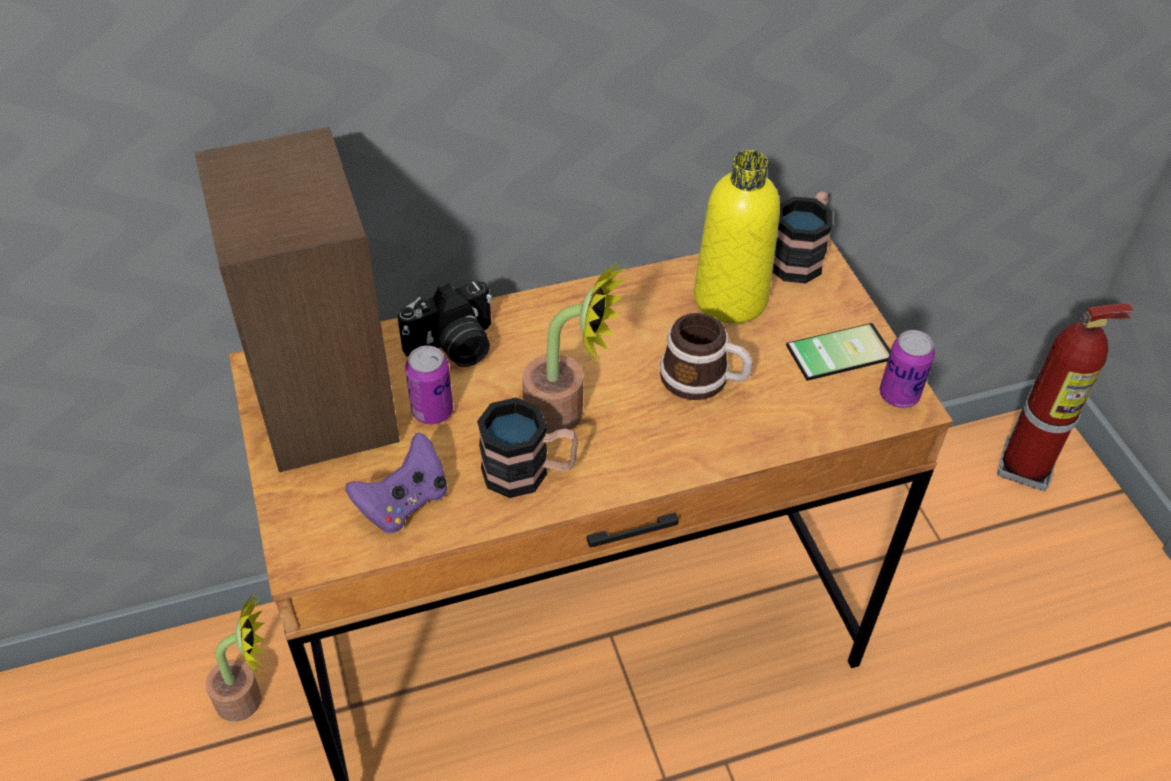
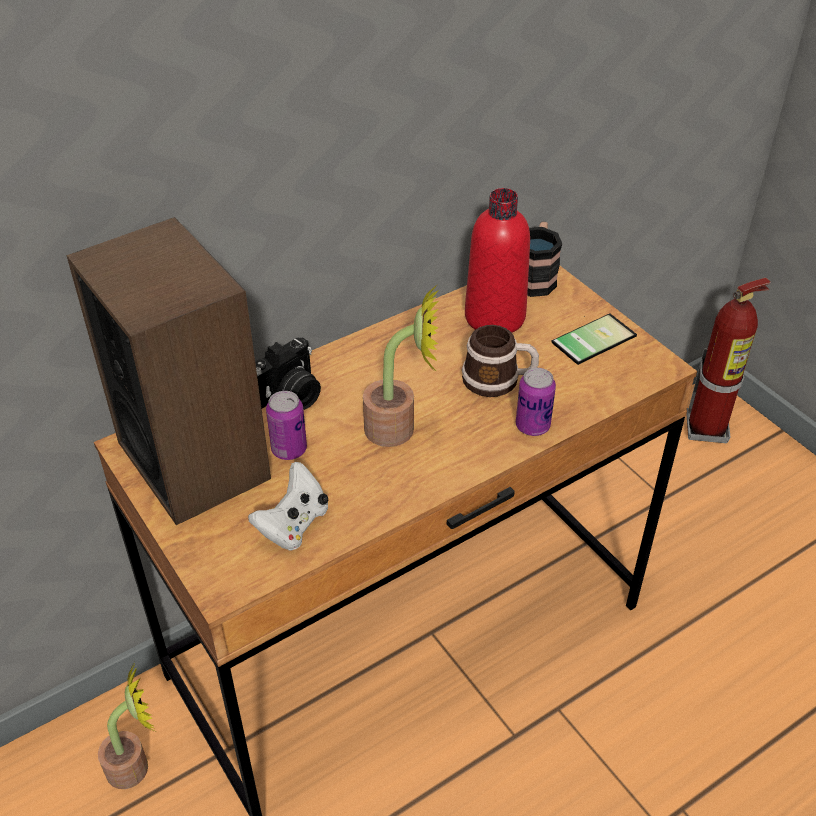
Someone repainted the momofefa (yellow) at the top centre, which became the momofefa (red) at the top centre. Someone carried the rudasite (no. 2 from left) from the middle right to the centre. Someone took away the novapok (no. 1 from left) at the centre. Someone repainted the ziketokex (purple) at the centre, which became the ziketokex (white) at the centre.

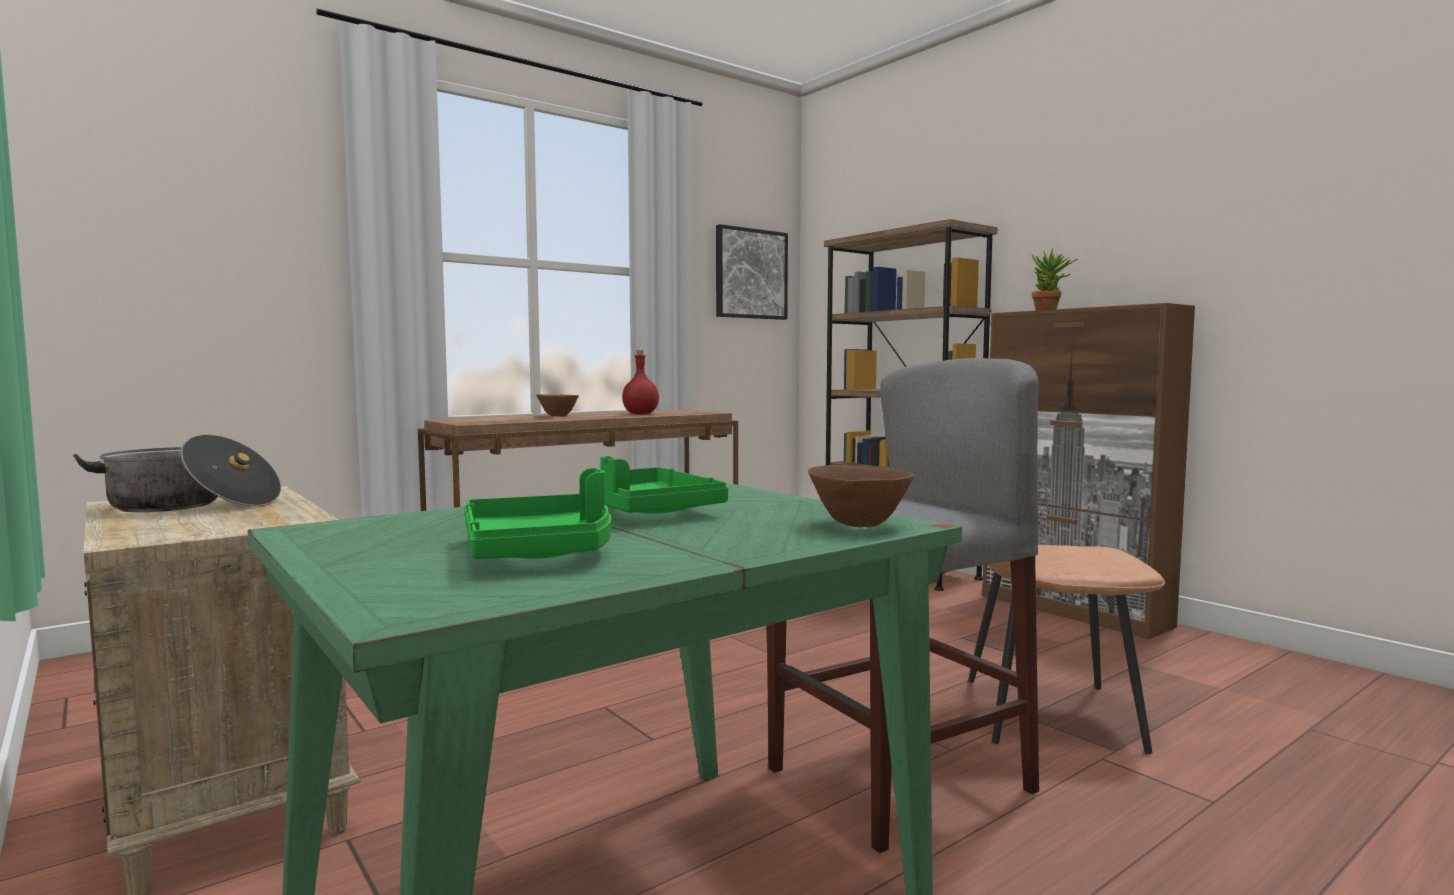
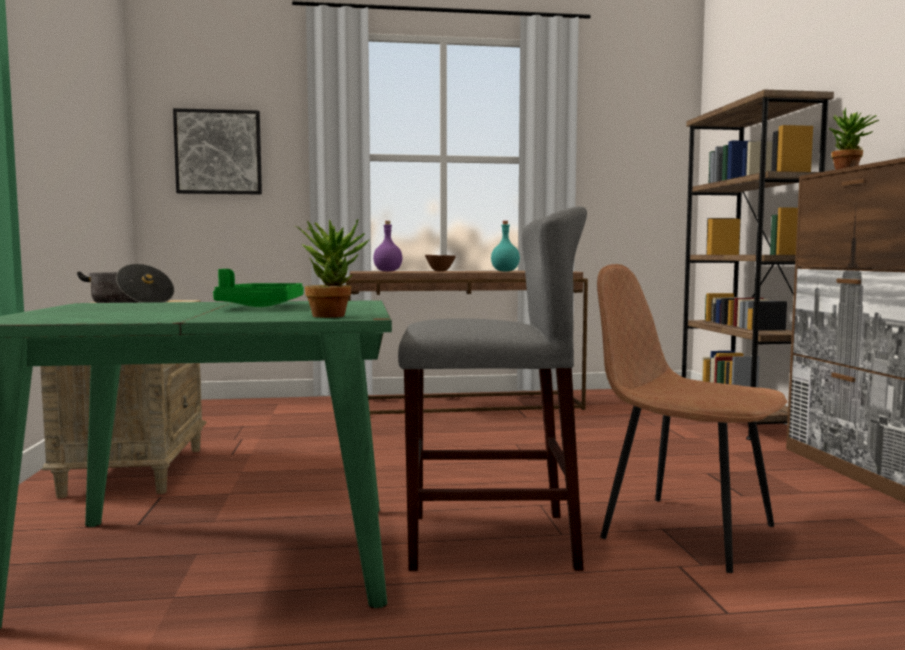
Someone carried the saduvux from the top centre to the top left. Someone repainted the momofefa (red) at the centre, which became the momofefa (turquoise) at the centre. Someone swapped the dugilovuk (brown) (no. 2 from left) at the centre for the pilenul (no. 1 from left) at the centre. Someone took away the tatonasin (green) (no. 1 from left) at the centre. Someone put down the momofefa (purple) at the centre.

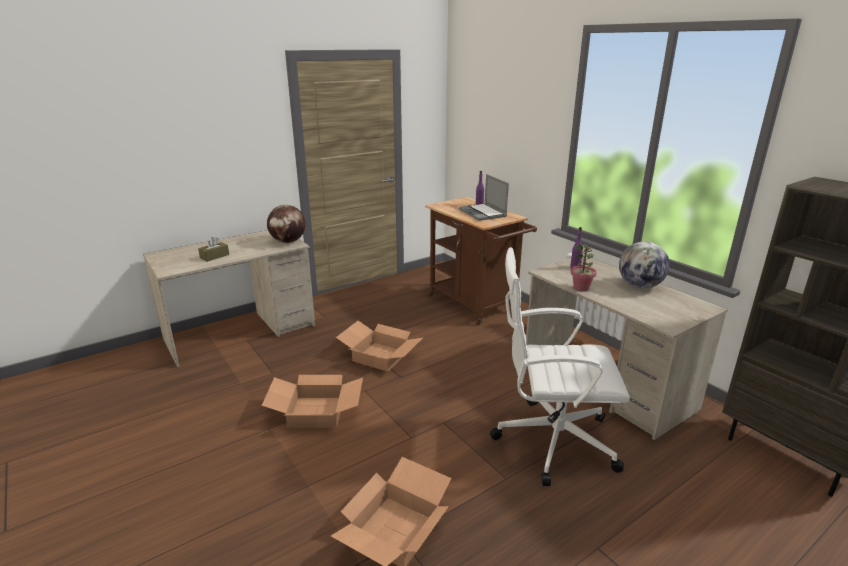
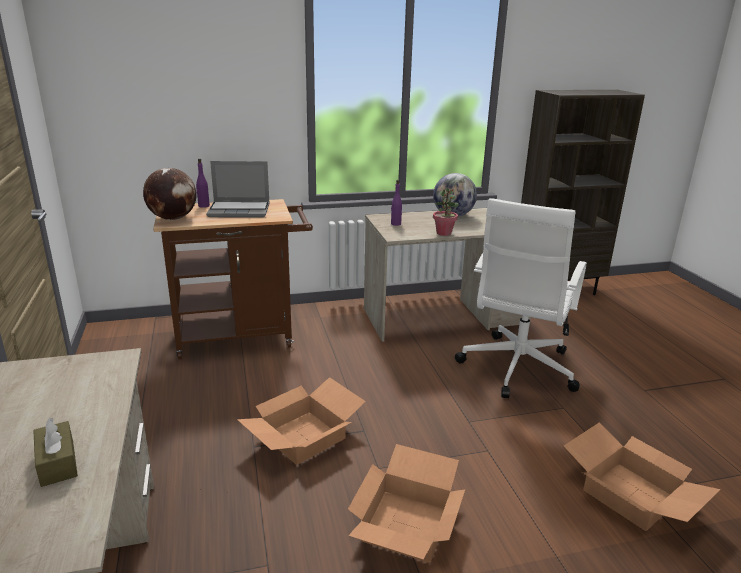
Someone carried the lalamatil (no. 1 from left) from the centre to the middle left.

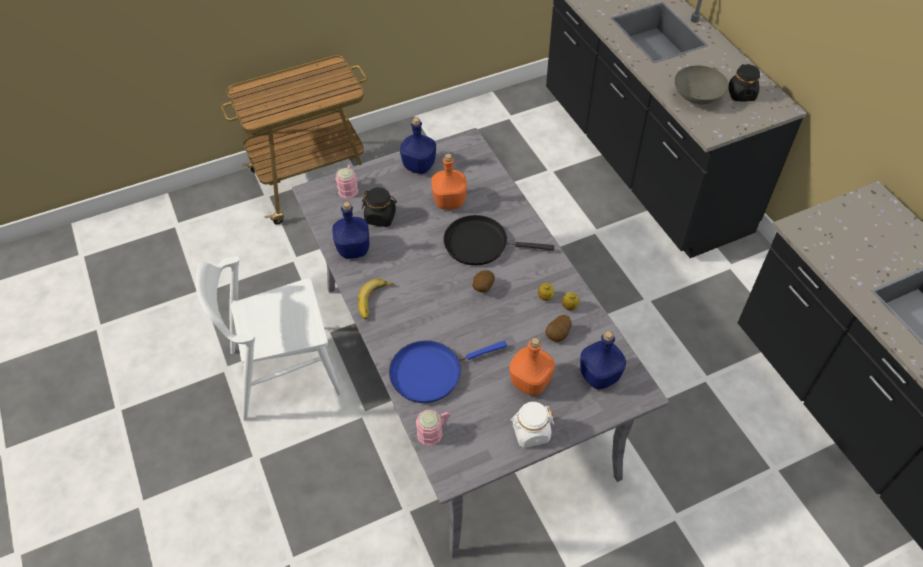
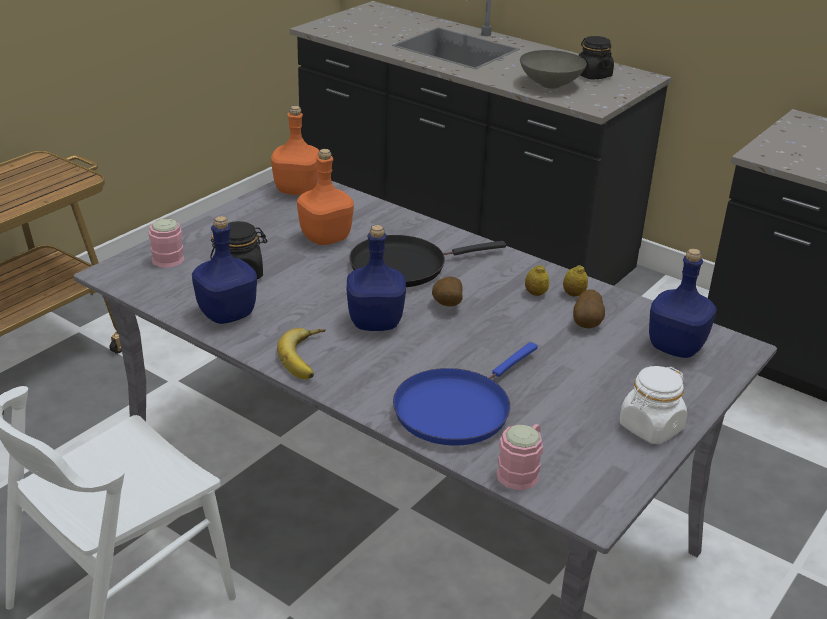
Someone carried the momofefa (blue) (no. 2 from left) from the top centre to the centre. Someone carried the momofefa (orange) (no. 2 from left in the first image) from the centre to the top centre.

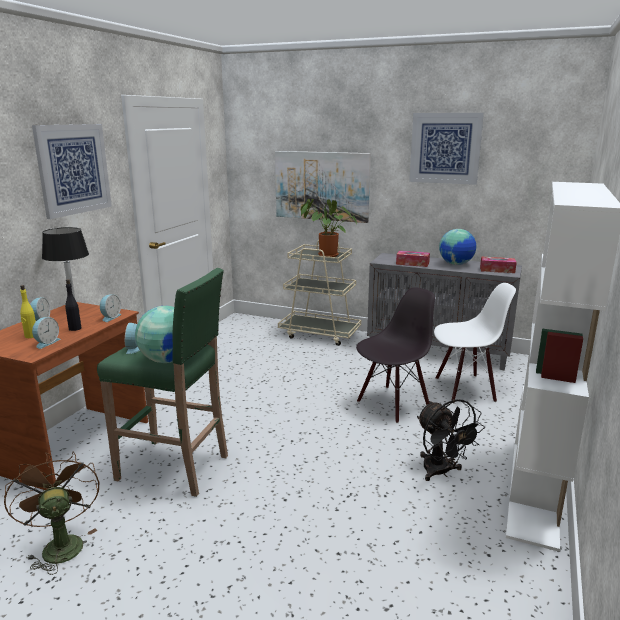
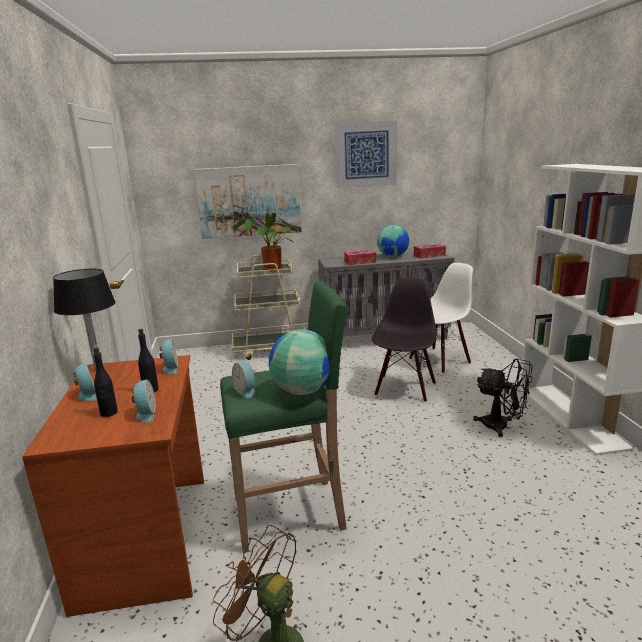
Someone took away the saduvux (no. 1 from left) at the top left. Someone repainted the momofefa (yellow) at the middle left, which became the momofefa (black) (no. 1 from left) at the middle left.

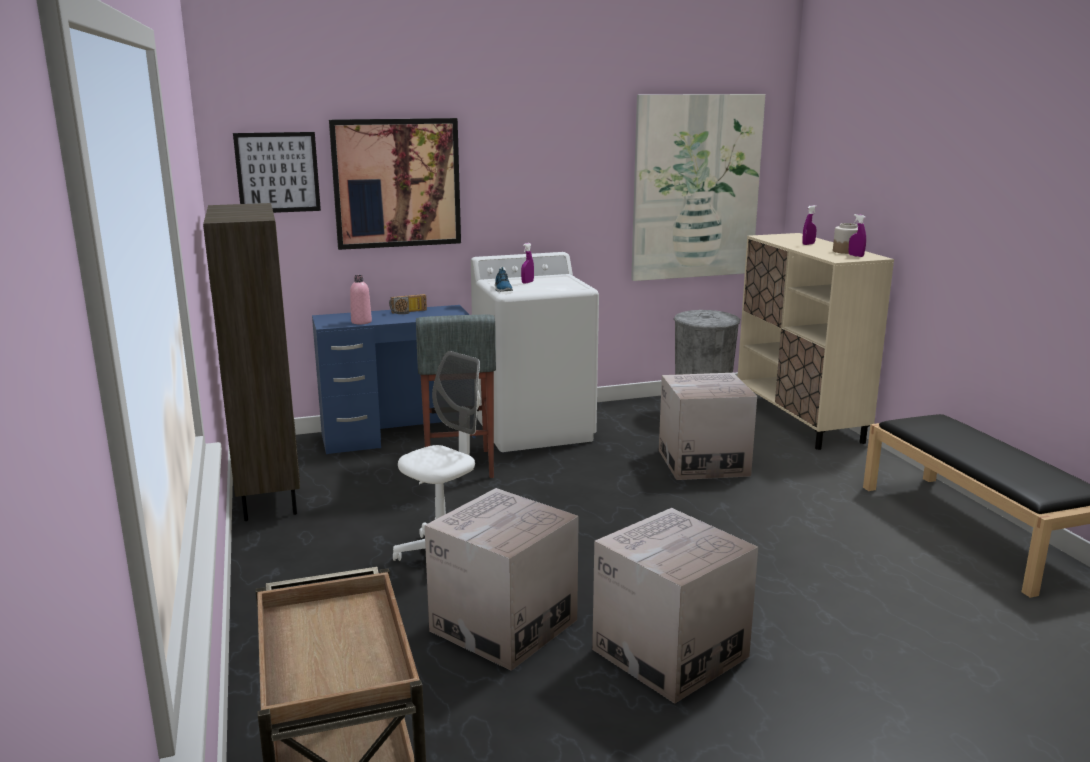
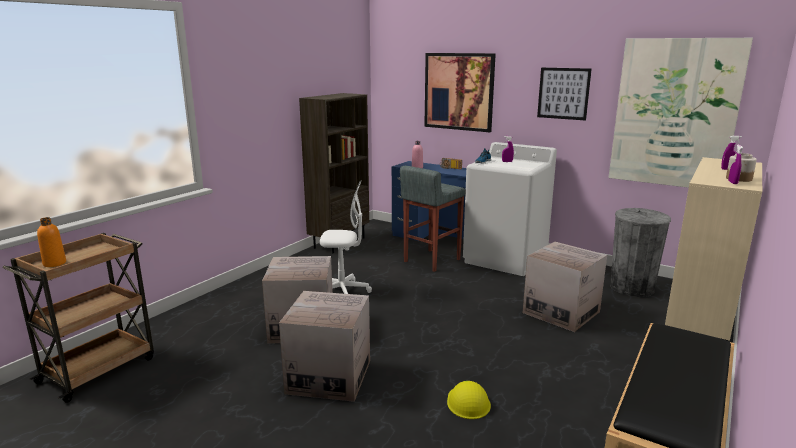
Someone carried the saduvux (no. 1 from left in the first image) from the top left to the top right. Someone put down the momofefa (orange) at the middle left. Someone put down the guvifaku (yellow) at the bottom centre.

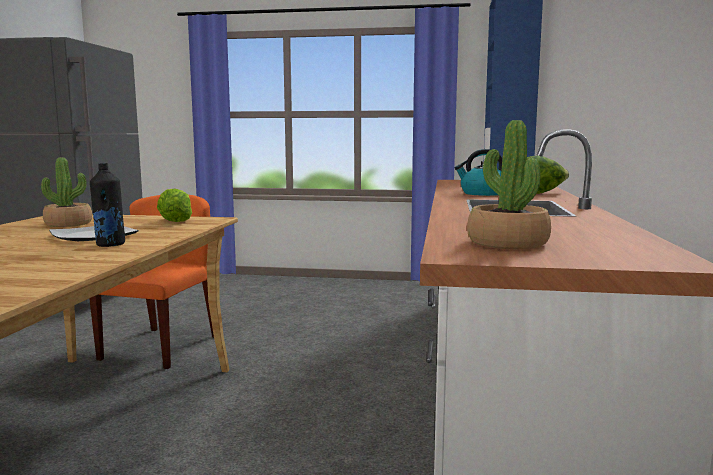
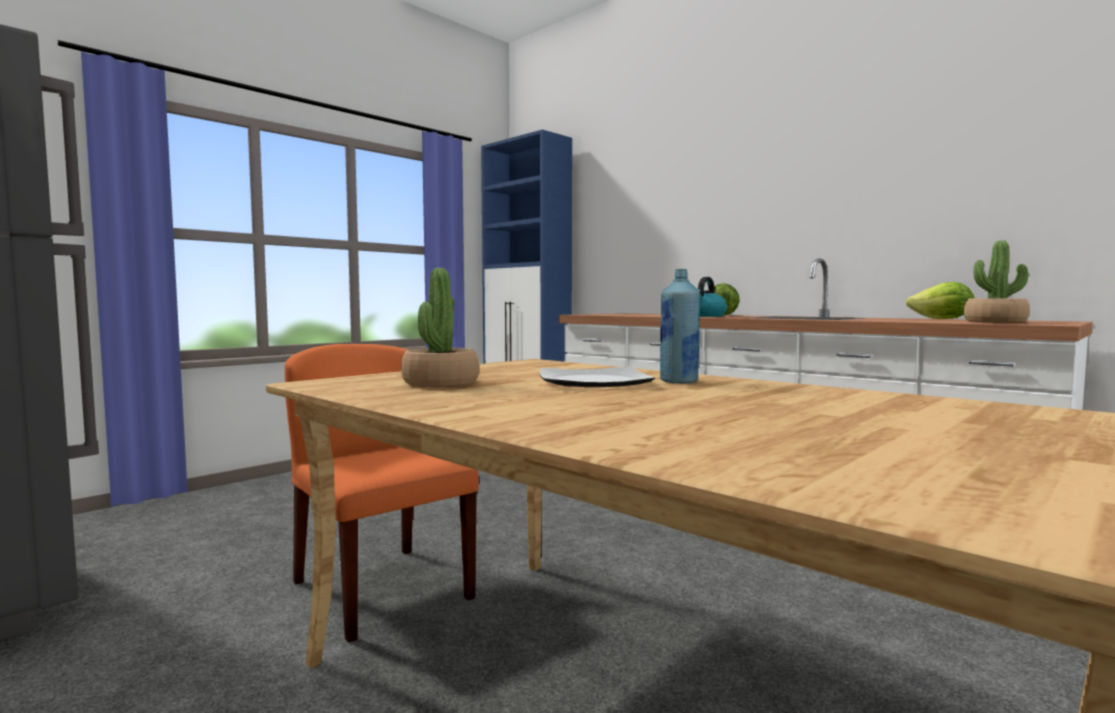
Someone repainted the momofefa (black) at the middle left, which became the momofefa (blue) at the centre. Someone carried the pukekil (no. 1 from left in the first image) from the middle left to the middle right.

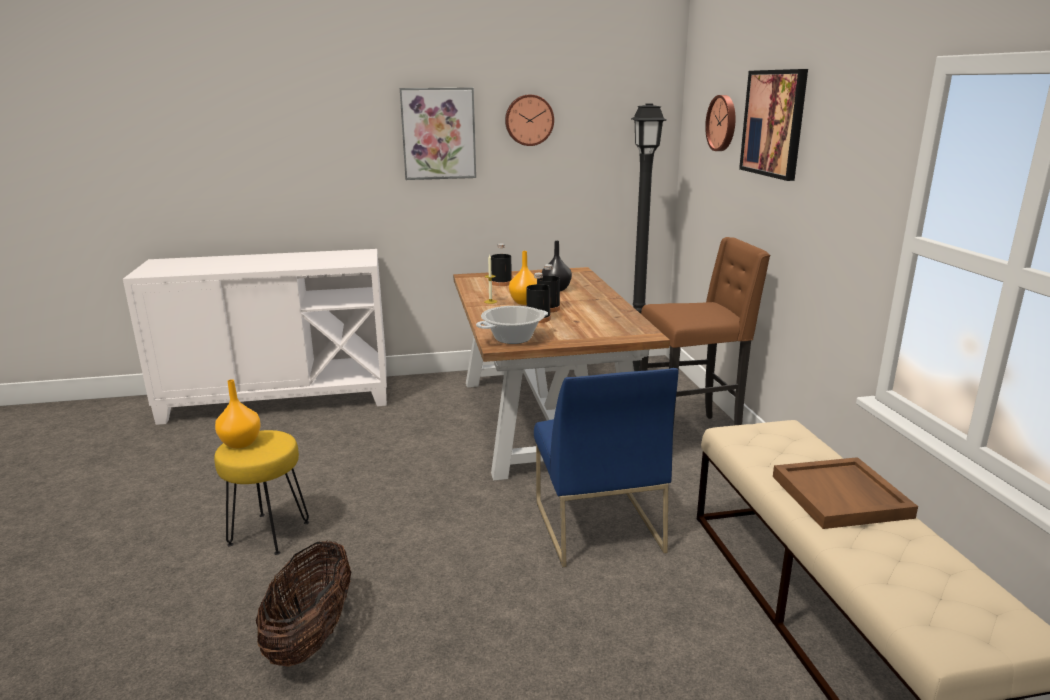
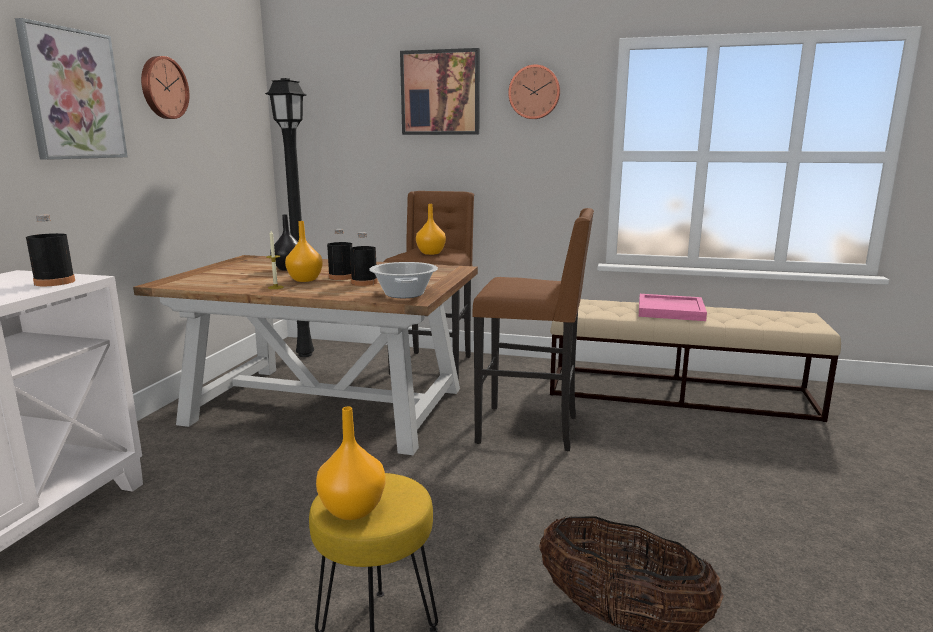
Someone carried the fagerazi (no. 2 from left) from the top right to the top centre. Someone carried the momofefa (black) (no. 1 from left) from the centre to the middle left. Someone swapped the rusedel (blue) at the bottom centre for the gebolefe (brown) (no. 2 from left) at the centre. Someone repainted the tatonasin (brown) at the bottom right, which became the tatonasin (pink) at the middle right. Someone put down the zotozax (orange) (no. 3 from left) at the centre.

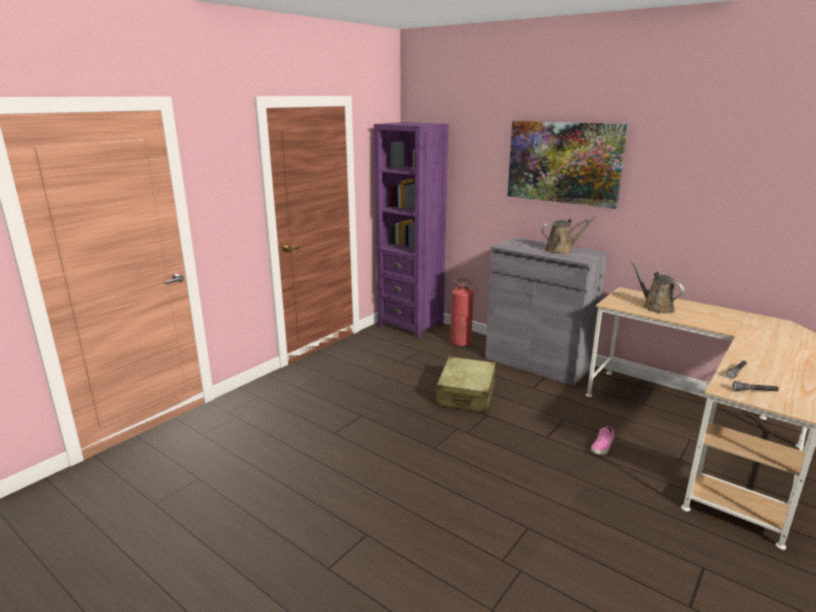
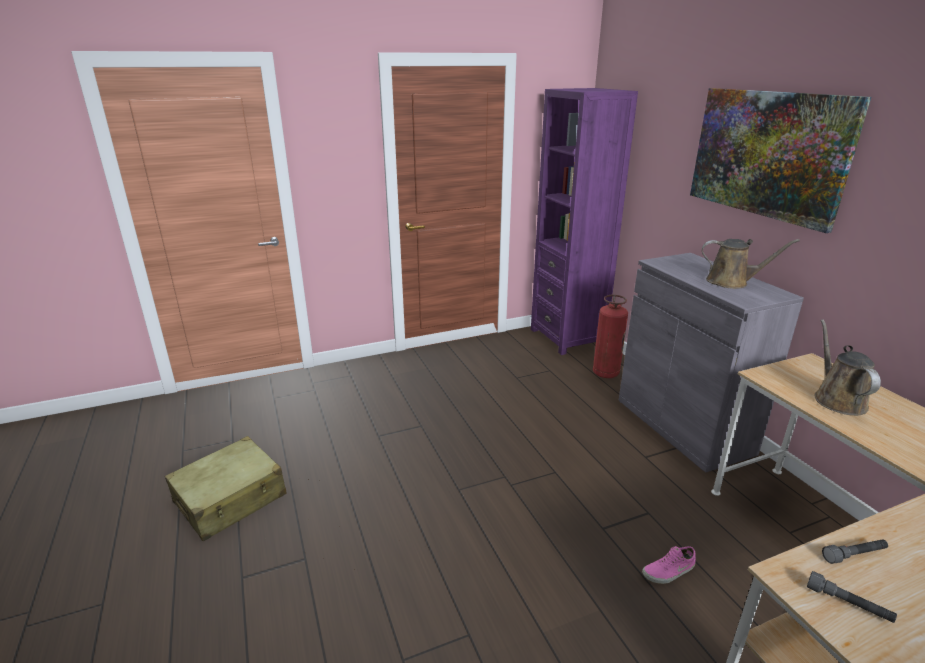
Someone carried the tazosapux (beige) from the centre to the bottom left.

